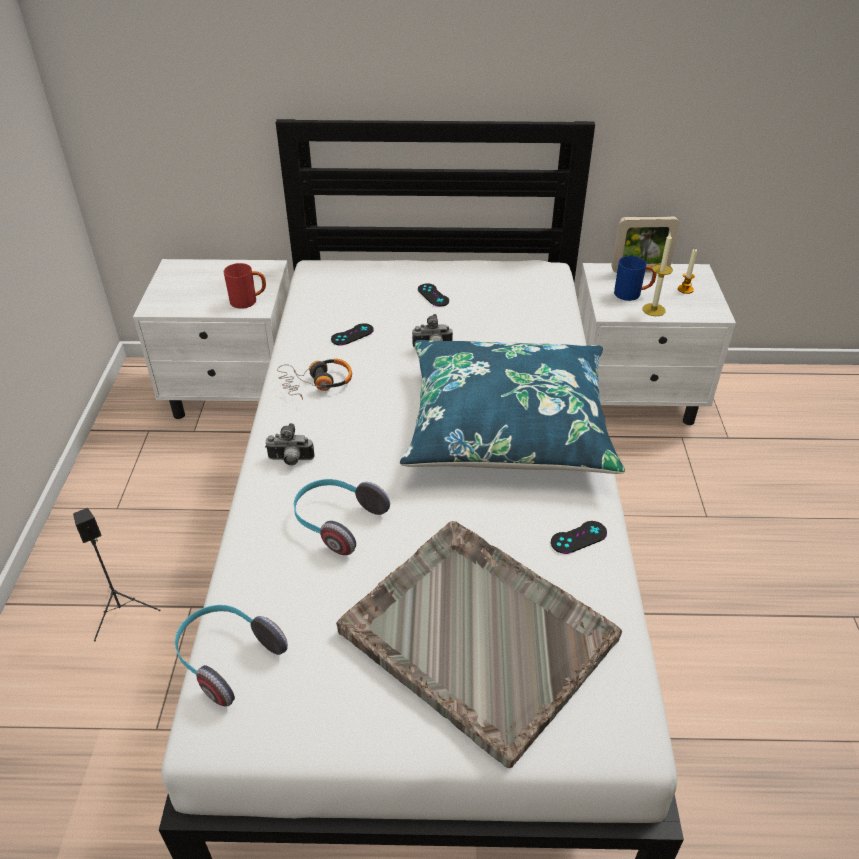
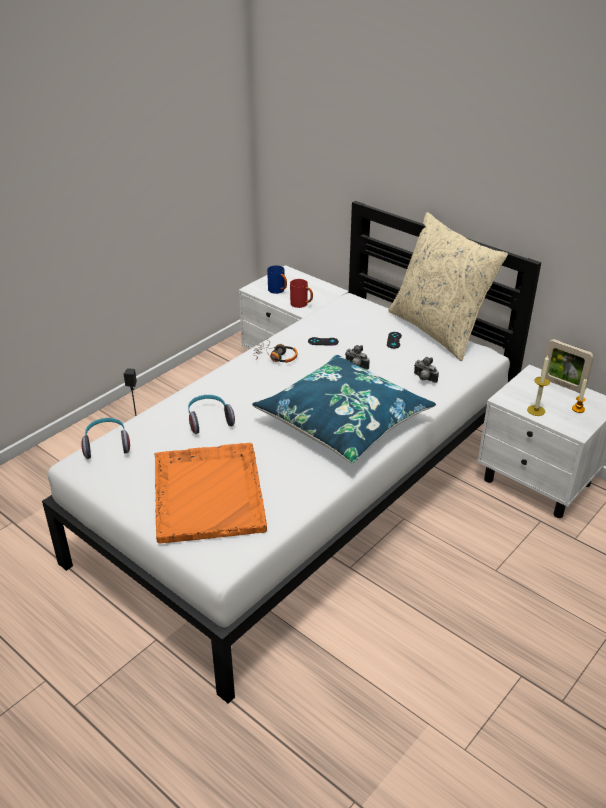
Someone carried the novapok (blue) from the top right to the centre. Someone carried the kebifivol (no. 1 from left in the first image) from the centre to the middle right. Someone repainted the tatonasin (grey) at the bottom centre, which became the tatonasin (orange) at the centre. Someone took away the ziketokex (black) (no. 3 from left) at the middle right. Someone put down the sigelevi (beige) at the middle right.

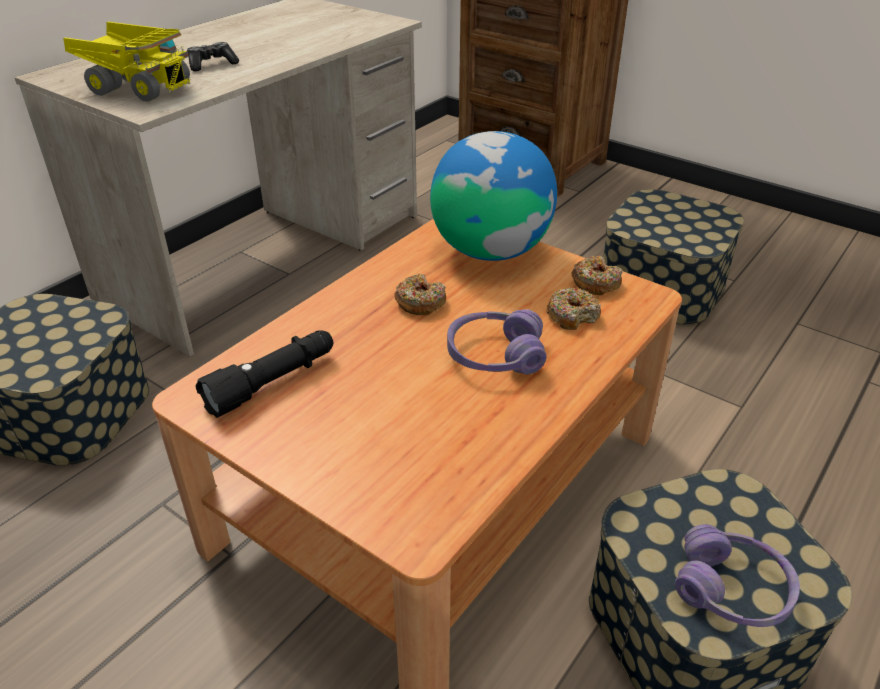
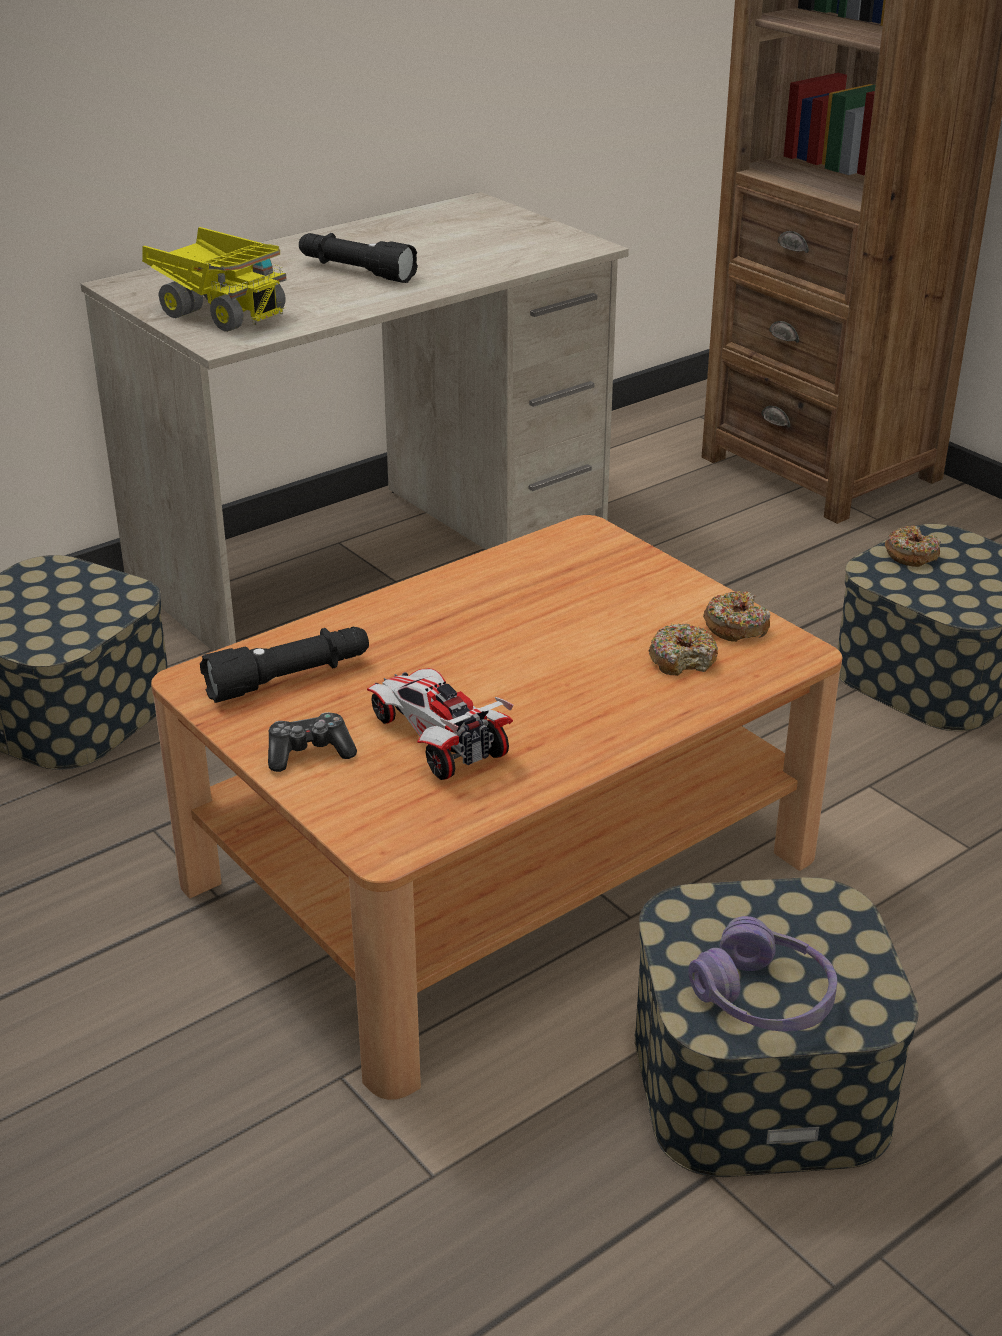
Someone carried the ziketokex from the top left to the middle left. Someone took away the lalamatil at the top centre. Someone carried the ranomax (no. 1 from left in the first image) from the centre to the middle right. Someone took away the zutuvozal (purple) (no. 1 from left) at the centre. Someone put down the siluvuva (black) (no. 2 from left) at the top centre. Someone put down the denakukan at the centre.

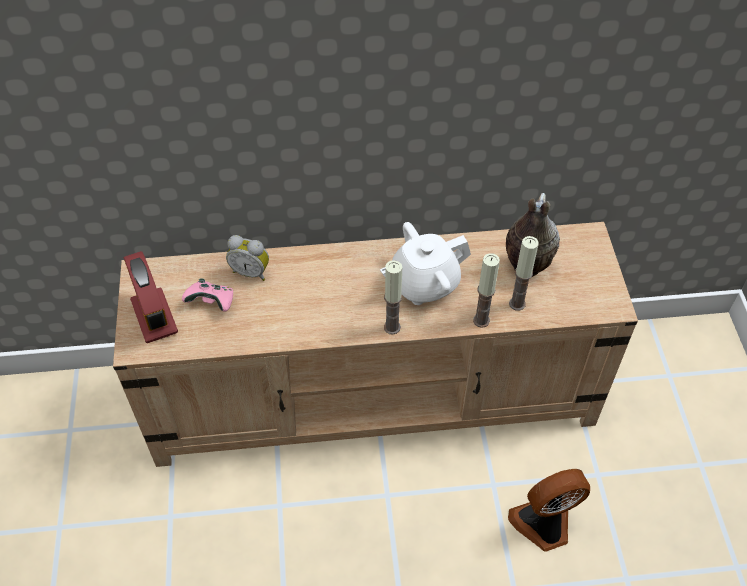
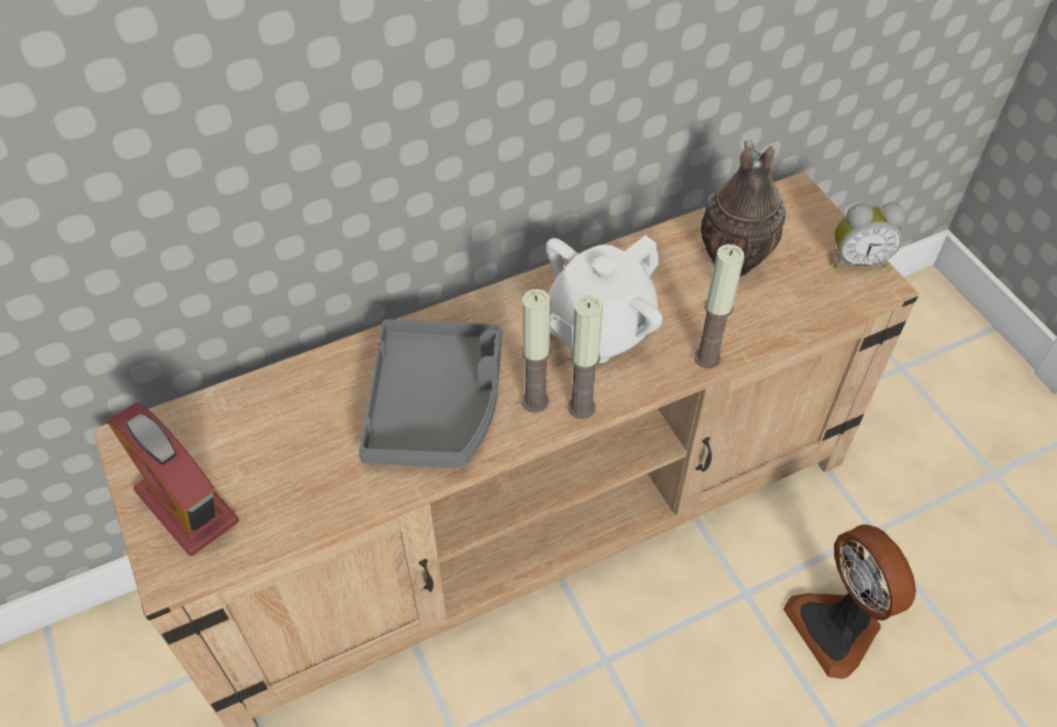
Someone carried the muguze (no. 2 from left) from the middle left to the top right. Someone carried the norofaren (no. 3 from left in the first image) from the middle right to the centre. Someone took away the ziketokex (pink) at the middle left. Someone rotated the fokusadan at the bottom right by 75 degrees counterclockwise. Someone put down the tatonasin (grey) at the centre.

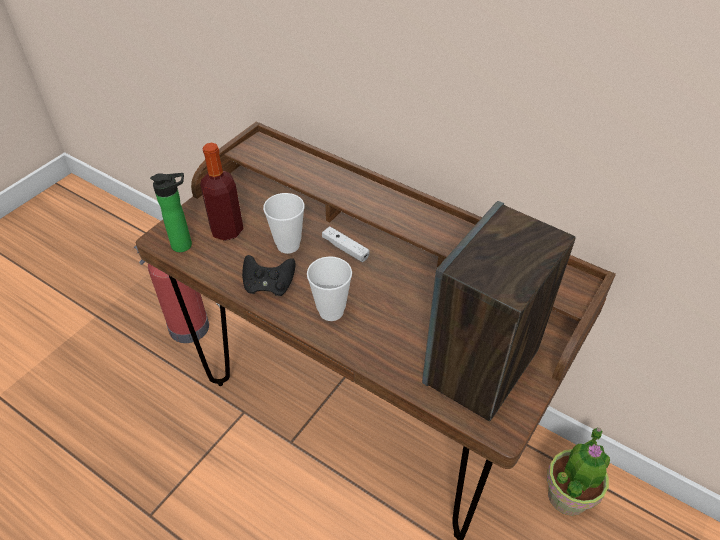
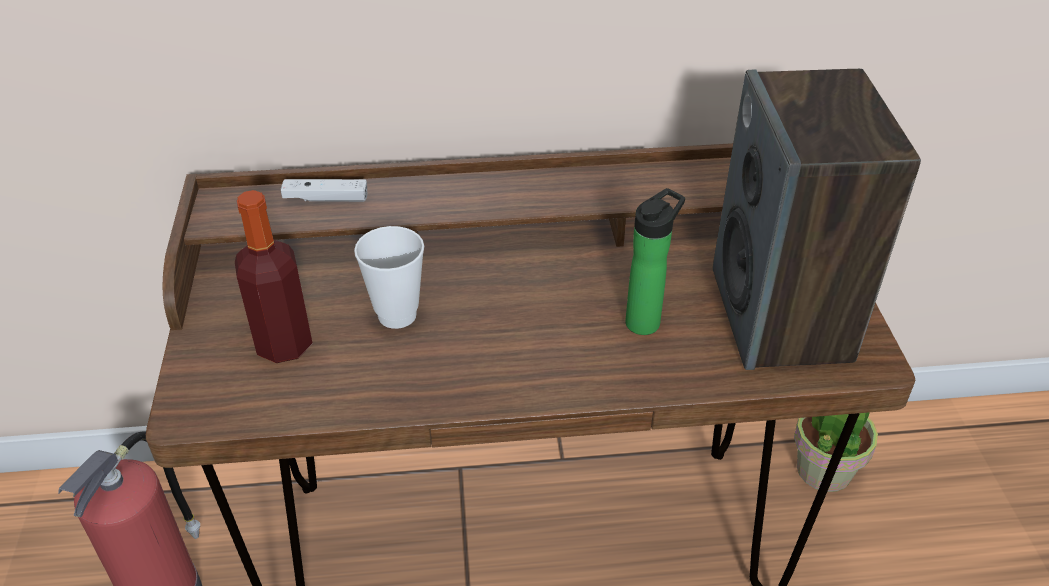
Someone carried the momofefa (no. 1 from left in the first image) from the middle left to the centre. Someone carried the ziketokex (white) from the centre to the top left. Someone took away the ziketokex (black) at the centre. Someone took away the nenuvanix (no. 2 from left) at the centre.

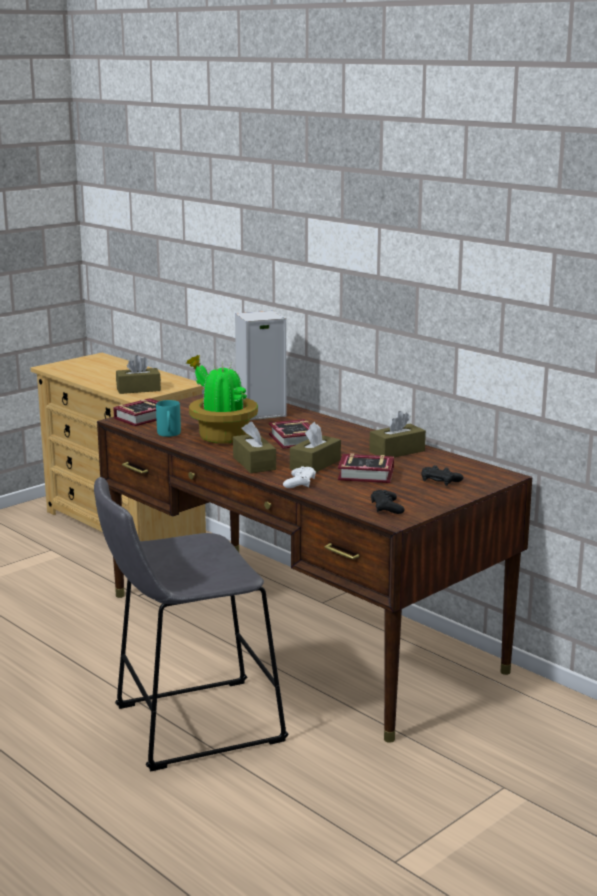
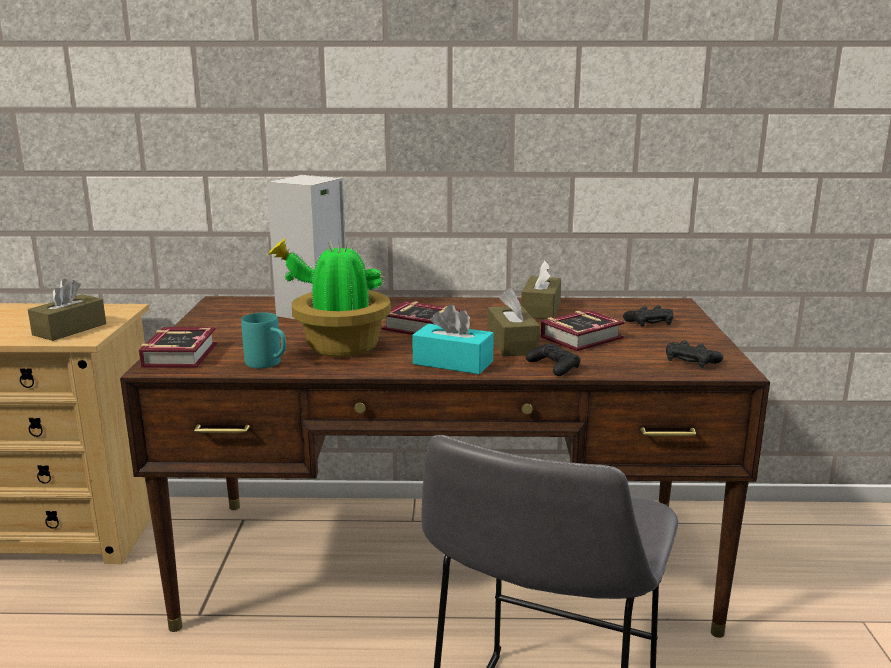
Someone repainted the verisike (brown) (no. 2 from left) at the centre, which became the verisike (turquoise) at the centre. Someone repainted the ziketokex (white) at the centre, which became the ziketokex (black) (no. 1 from left) at the centre.

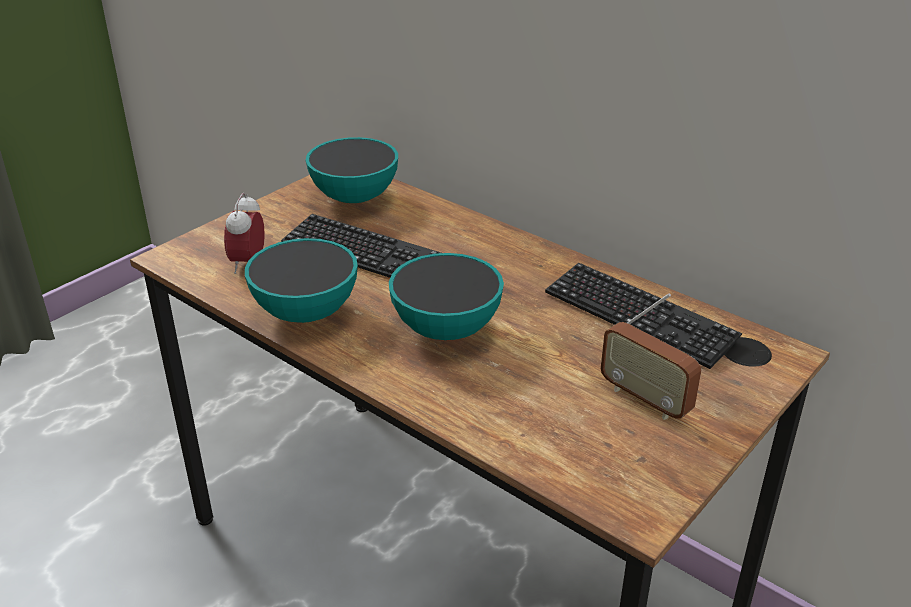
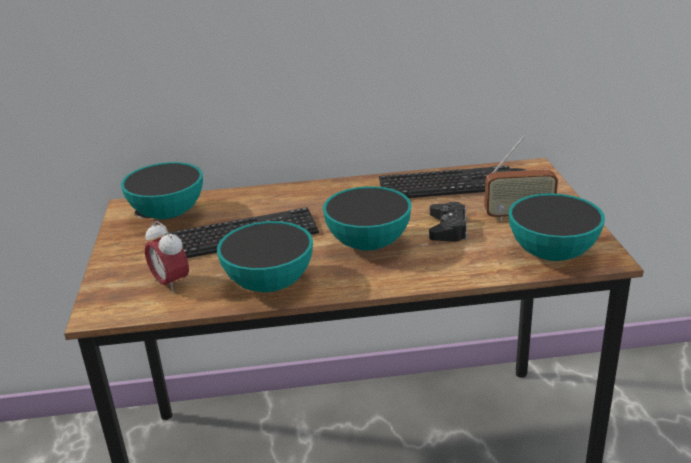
Someone put down the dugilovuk (no. 4 from left) at the middle right. Someone put down the ziketokex (black) at the centre.

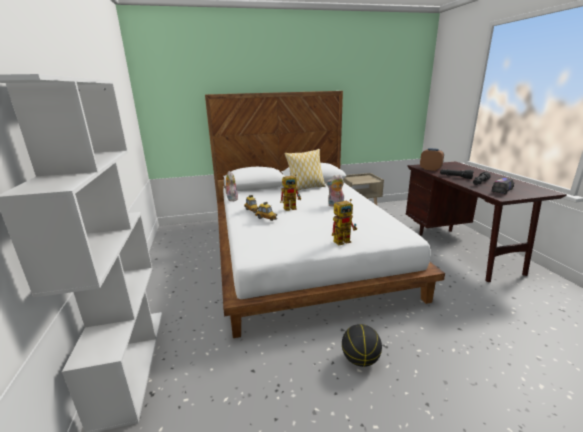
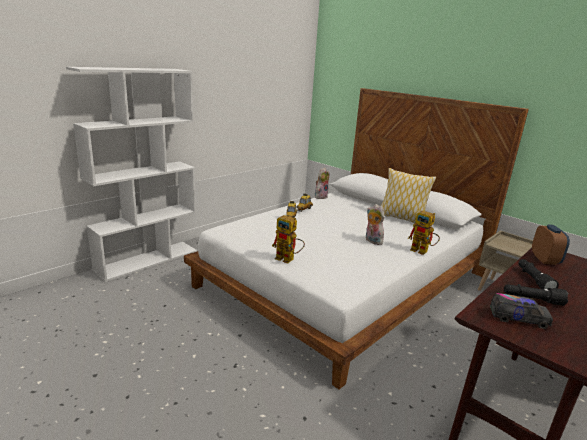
Someone carried the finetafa (no. 1 from left in the first image) from the centre to the middle right. Someone took away the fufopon at the bottom centre.

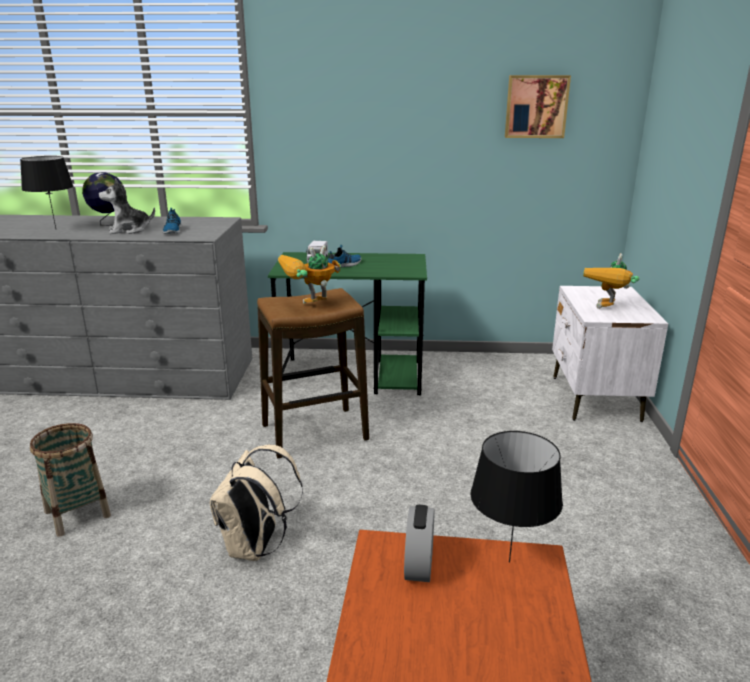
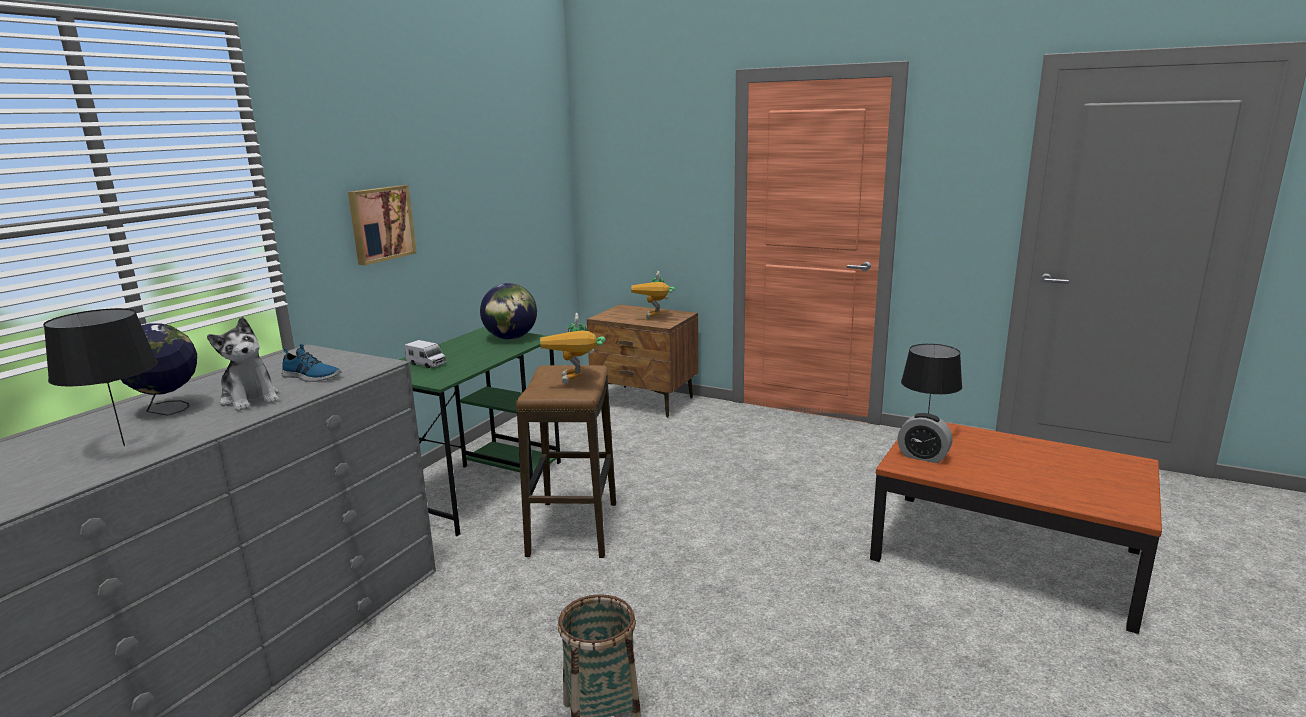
Someone carried the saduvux from the top right to the top left. Someone rotated the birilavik at the top left by 45 degrees counterclockwise. Someone took away the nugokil (no. 2 from left) at the centre. Someone rotated the finetafa (no. 2 from left) at the middle right by 45 degrees clockwise. Someone repainted the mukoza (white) at the middle right, which became the mukoza (brown) at the centre. Someone took away the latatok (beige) at the bottom centre. Someone put down the lalamatil (no. 2 from left) at the centre.

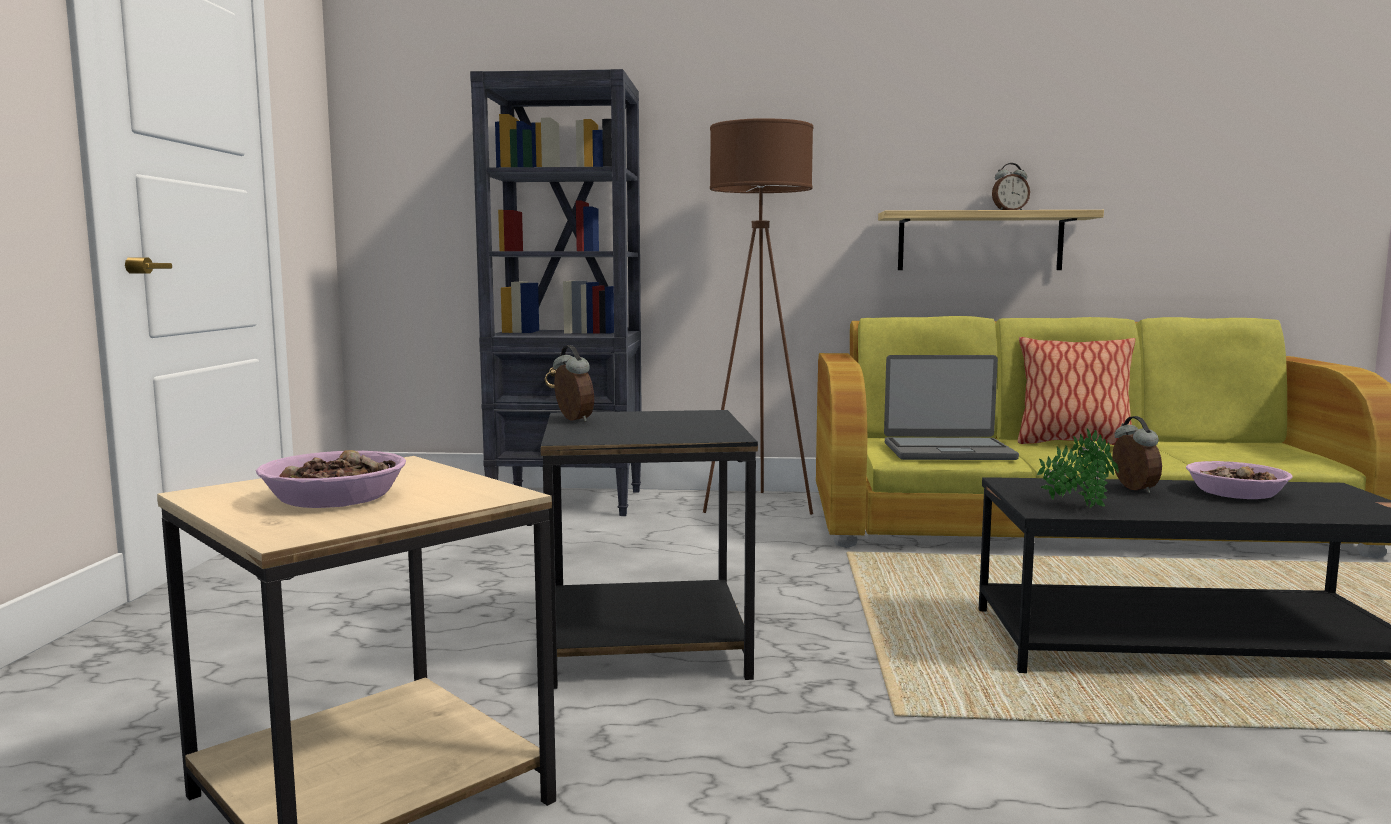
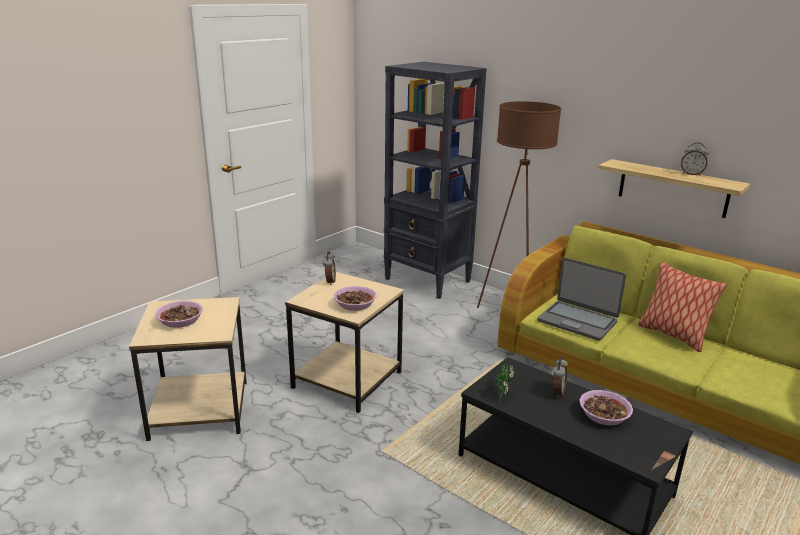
Someone repainted the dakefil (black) at the centre, which became the dakefil (beige) (no. 2 from left) at the centre. Someone put down the dugilovuk (no. 2 from left) at the centre.

